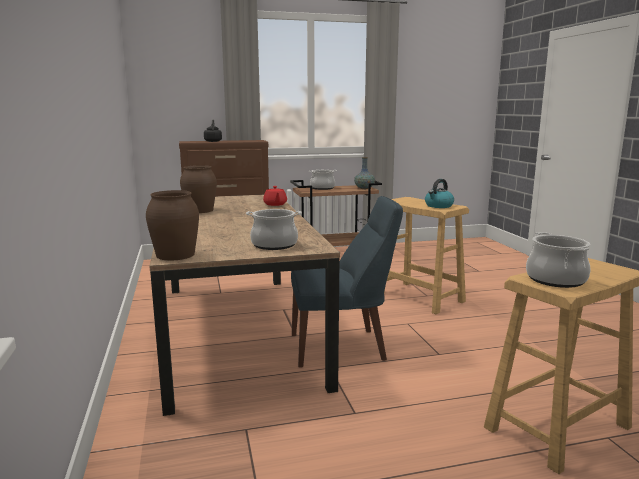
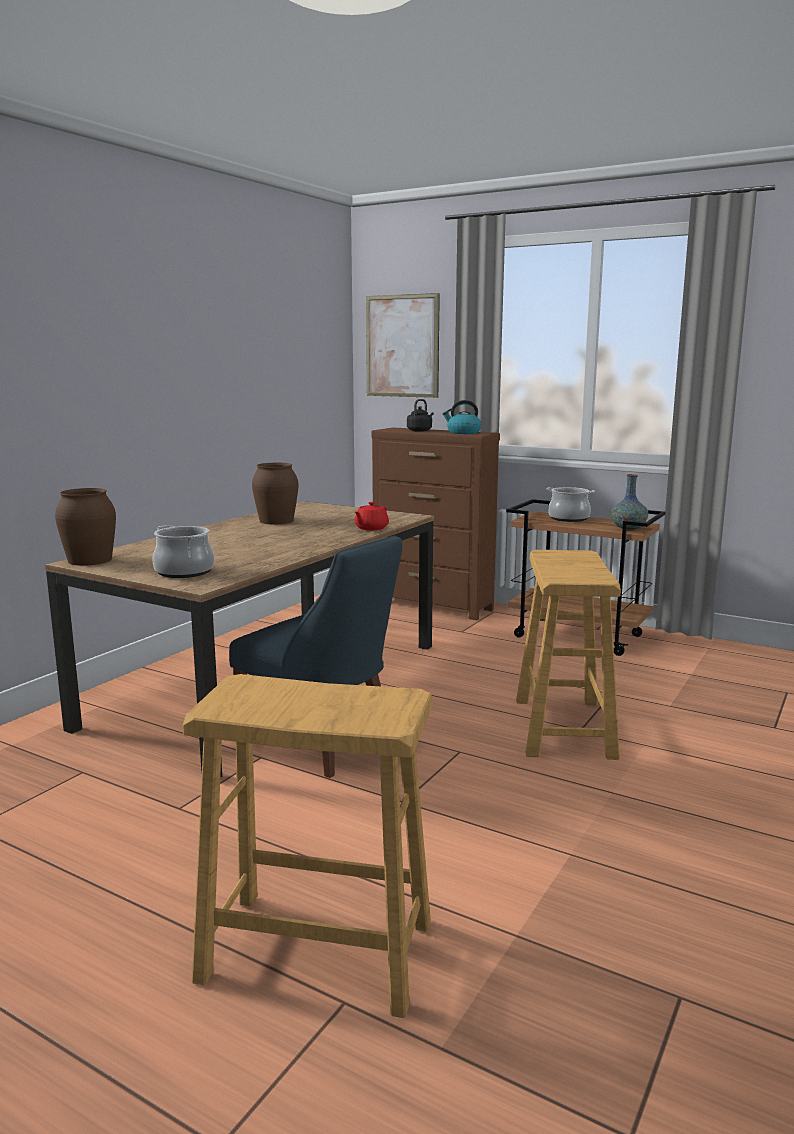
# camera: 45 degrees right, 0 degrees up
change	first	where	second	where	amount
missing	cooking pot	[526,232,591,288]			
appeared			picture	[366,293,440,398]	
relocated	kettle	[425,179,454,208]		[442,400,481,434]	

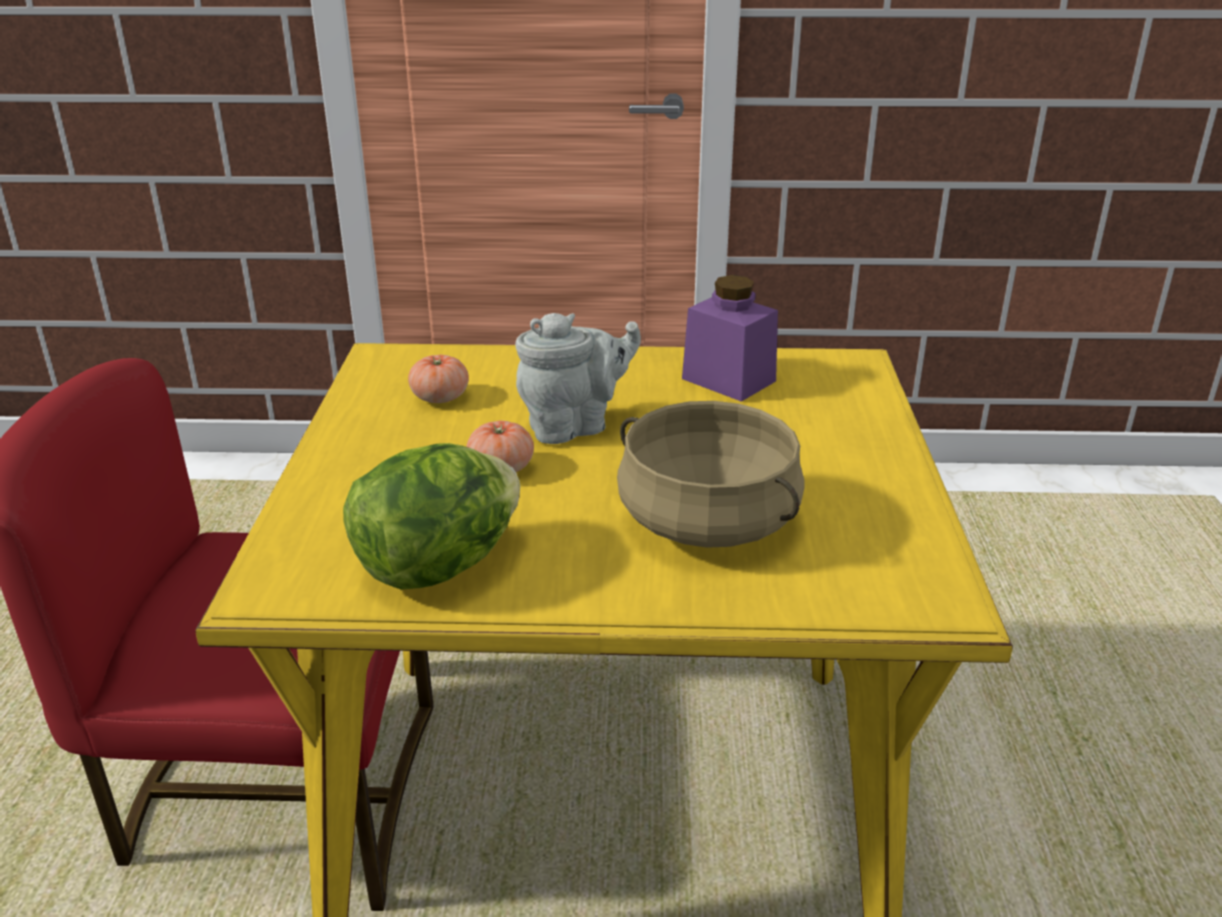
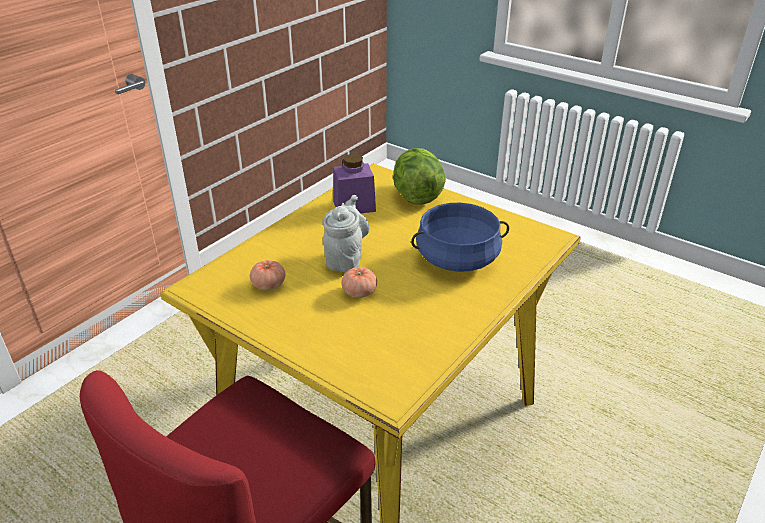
# camera: 55 degrees left, 5 degrees up
change	first	where	second	where	amount
relocated	lettuce	[343,443,520,590]		[393,148,446,205]	
colour	beige cooking pot	[617,401,805,548]	blue cooking pot	[411,203,509,272]	

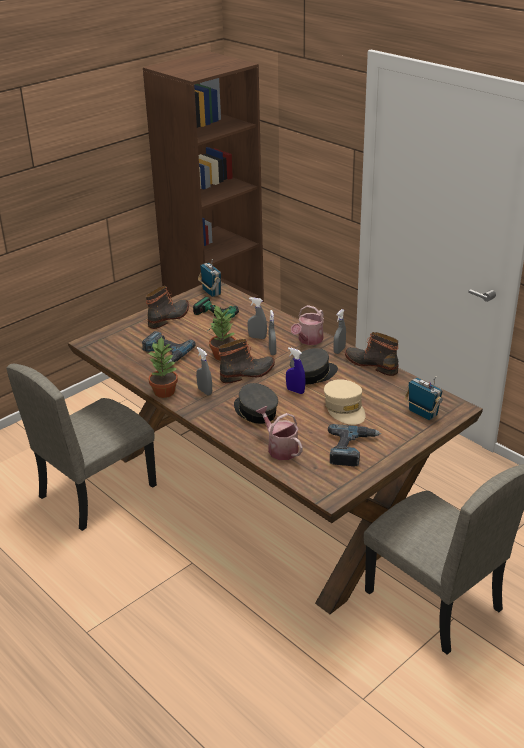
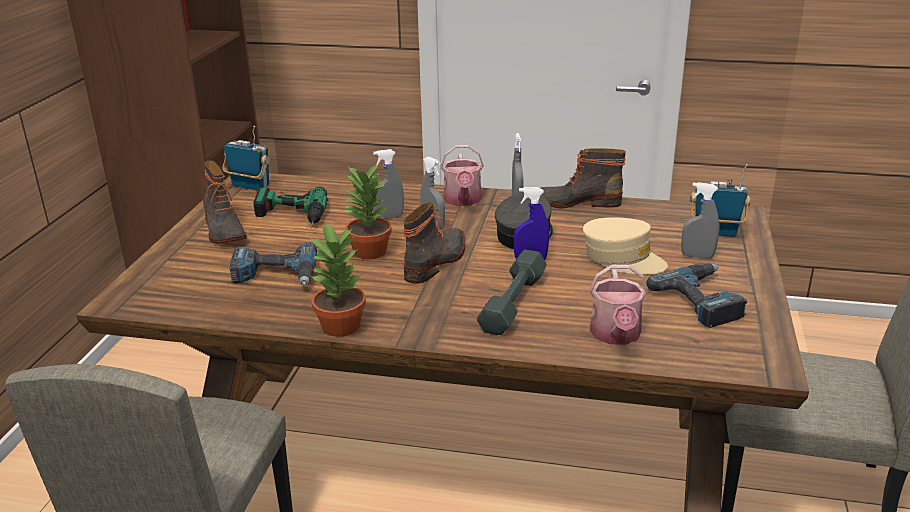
# camera: 35 degrees left, 5 degrees down
change	first	where	second	where	amount
relocated	grey spray bottle	[196,347,212,395]		[681,182,720,259]	
exchanged	grey cap	[234,383,278,424]	grey dumbbell	[476,250,547,335]	
spun	boot	[146,286,189,329]		[203,160,247,244]	150 degrees clockwise
spun	watering can	[256,406,303,460]		[589,265,648,345]	105 degrees counterclockwise

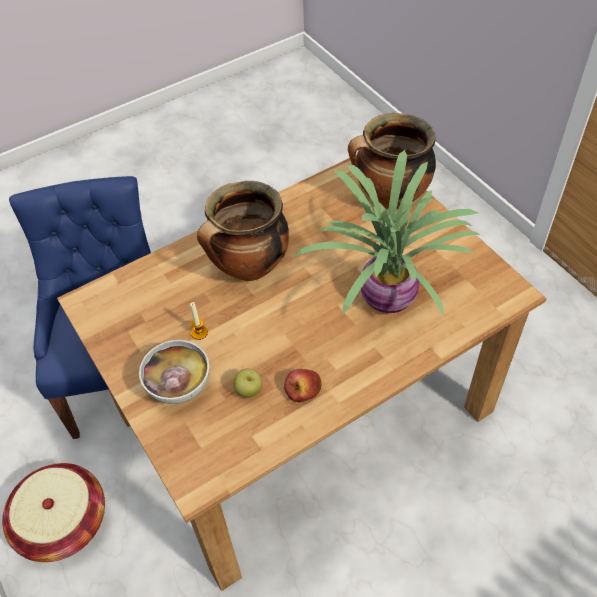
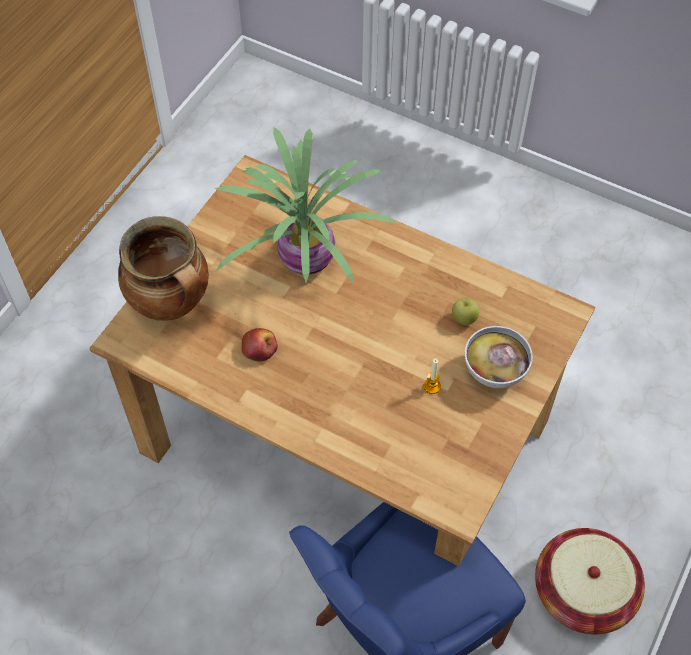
# camera: 120 degrees left, 5 degrees up
change	first	where	second	where	amount
missing	cooking pot	[197,181,289,281]			
relocated	apple	[284,369,321,402]		[241,328,278,361]	

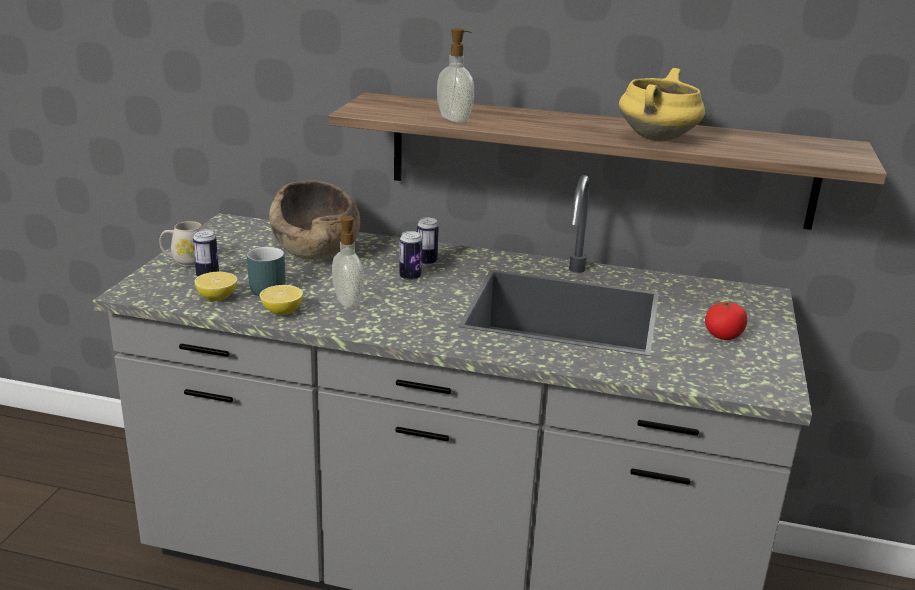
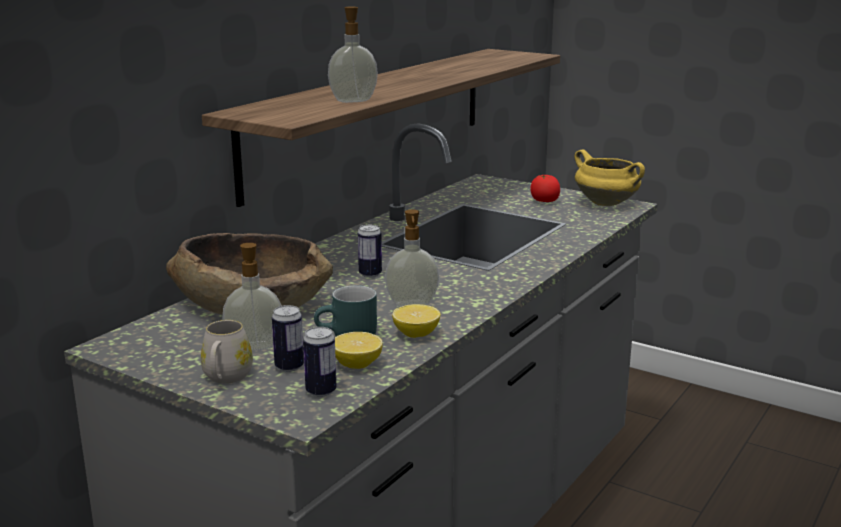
# camera: 70 degrees left, 5 degrees down
change	first	where	second	where	amount
appeared			soap dispenser	[222,243,282,350]	
relocated	can	[417,218,439,265]		[303,327,337,397]	
relocated	yellow cooking pot	[619,68,705,142]		[575,149,645,206]	

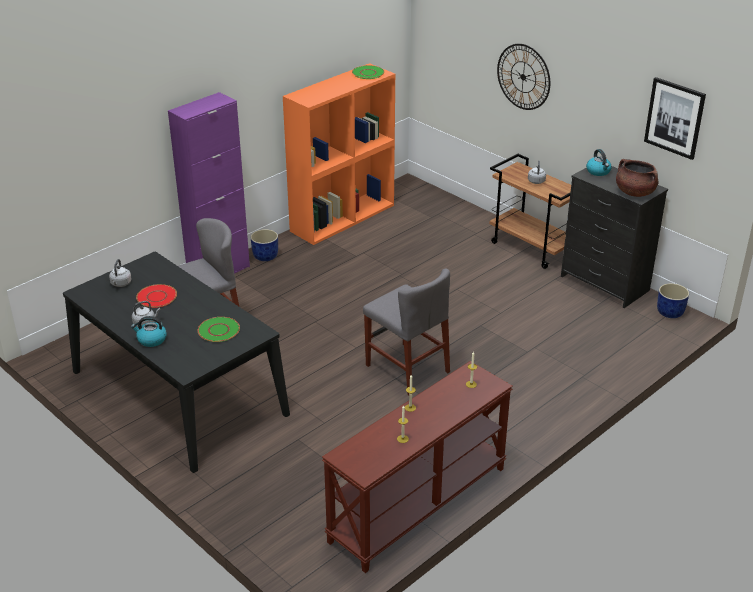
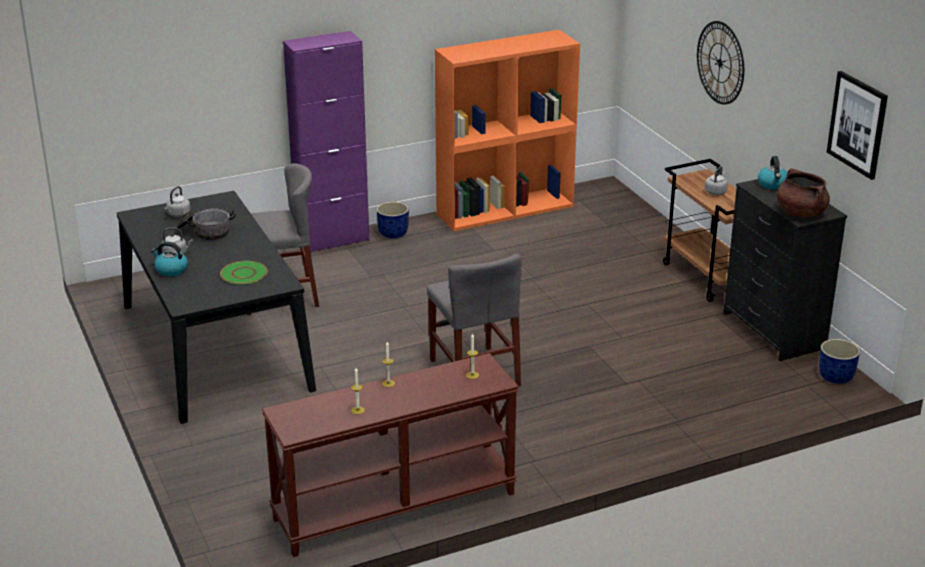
# camera: 20 degrees right, 5 degrees down
change	first	where	second	where	amount
missing	green plate	[352,65,385,79]			
exchanged	red plate	[136,284,177,308]	cooking pot	[175,208,236,240]	

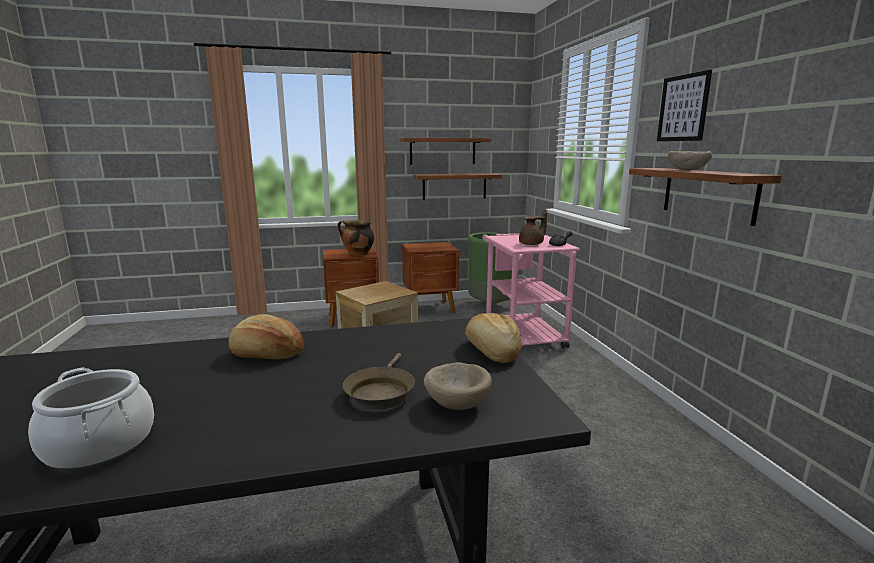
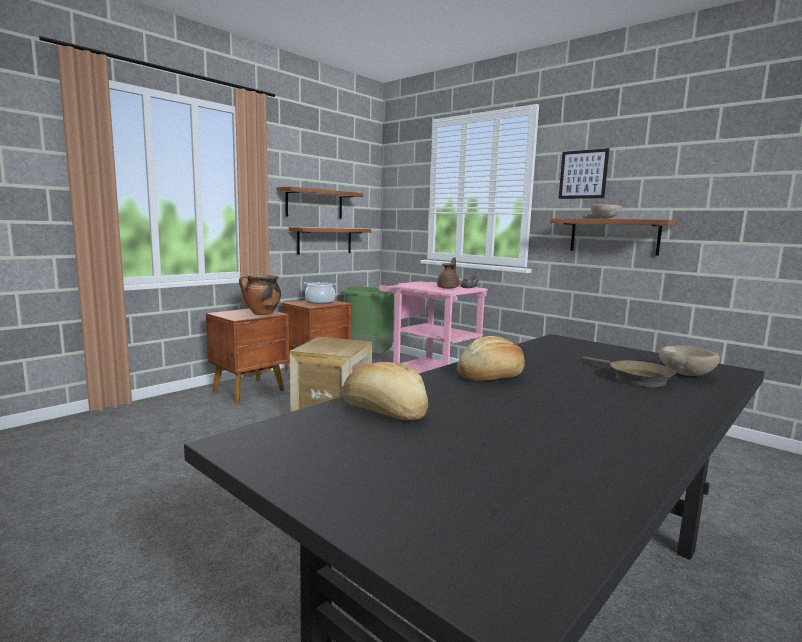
# camera: 35 degrees left, 5 degrees down
change	first	where	second	where	amount
relocated	cooking pot	[28,367,154,470]		[304,282,336,304]	
relocated	bread	[465,313,522,363]		[342,362,428,420]	

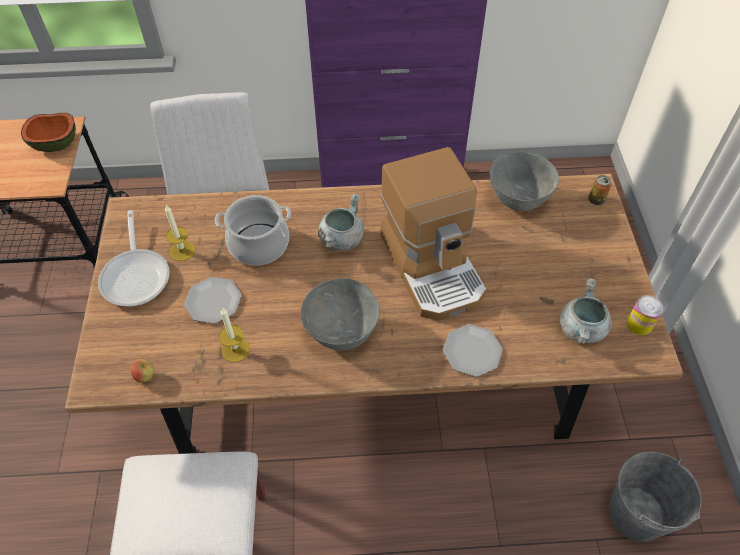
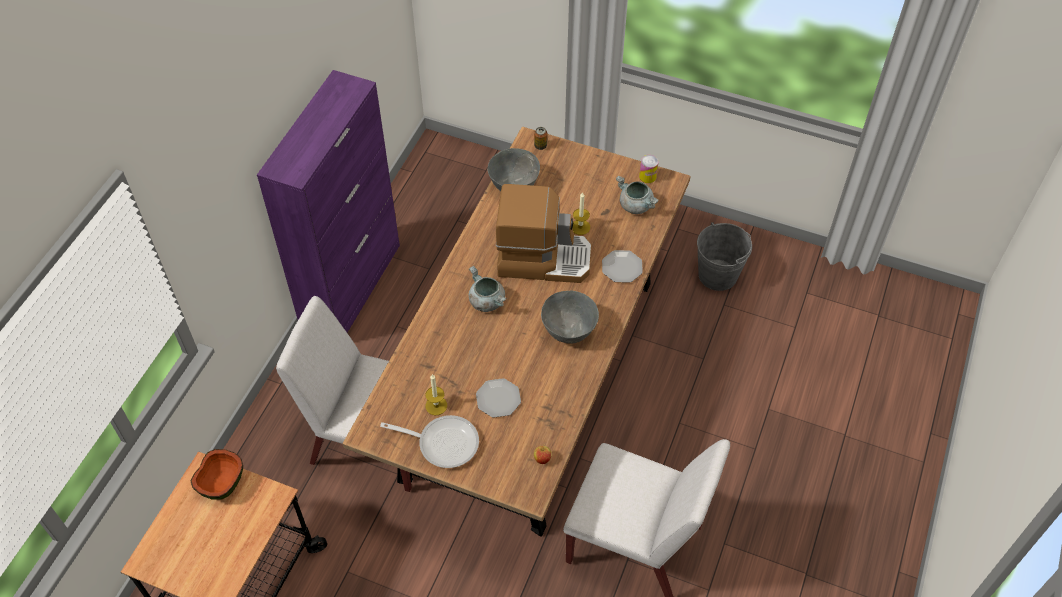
# camera: 65 degrees left, 0 degrees up
change	first	where	second	where	amount
missing	cooking pot	[215,195,291,266]			
relocated	candle	[219,307,250,362]		[572,192,590,235]	

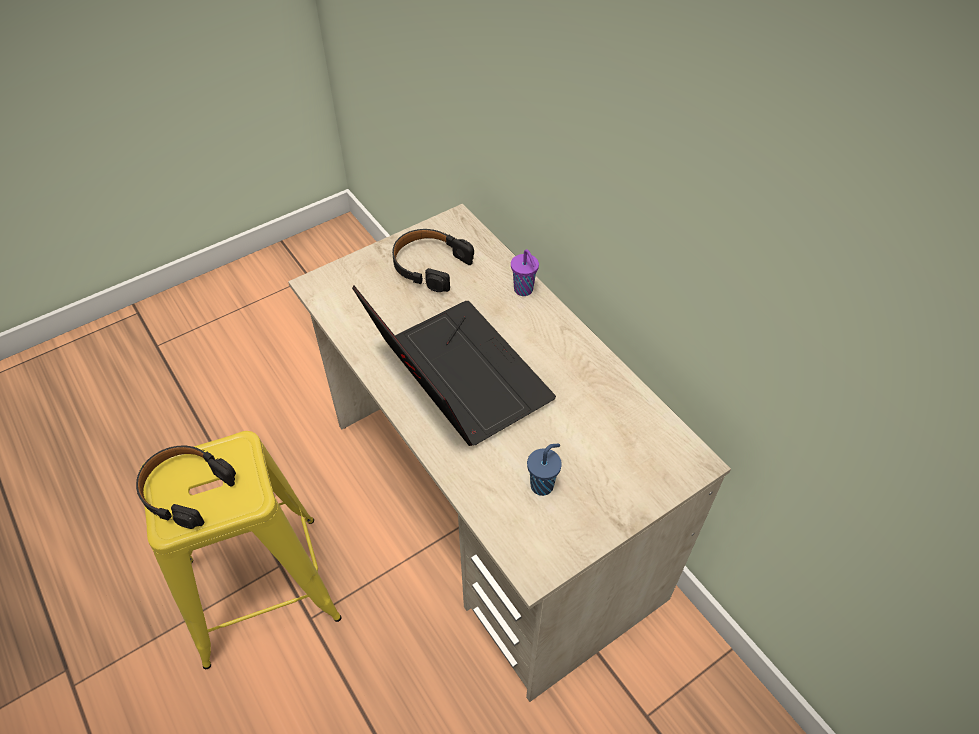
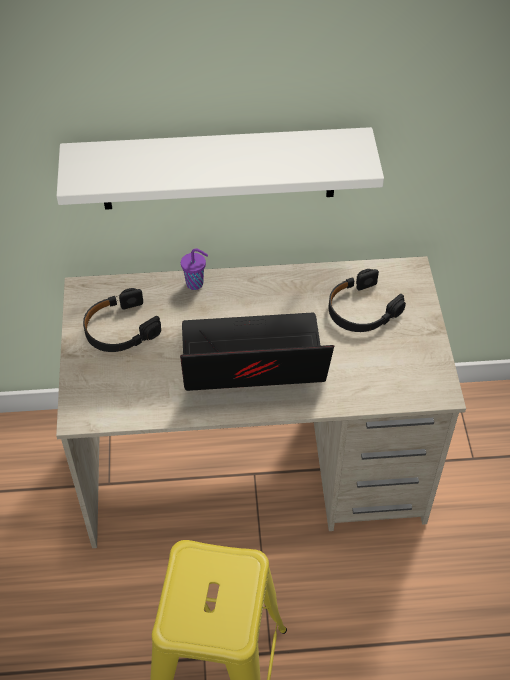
# camera: 60 degrees left, 0 degrees up
change	first	where	second	where	amount
missing	blue cup	[527,444,562,496]			
appeared			white shelf	[57,127,384,210]	
relocated	black headphones	[136,446,236,529]		[329,269,406,332]	

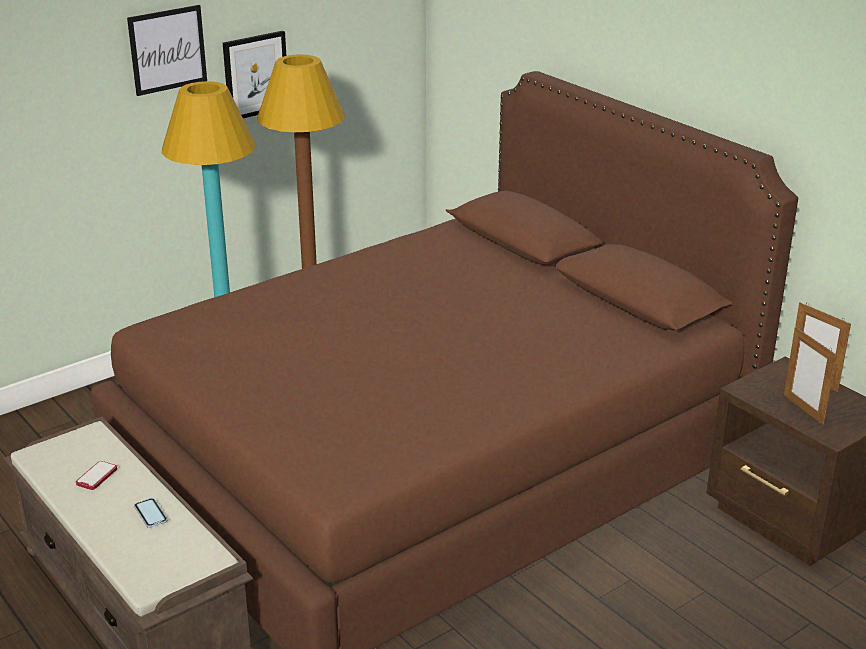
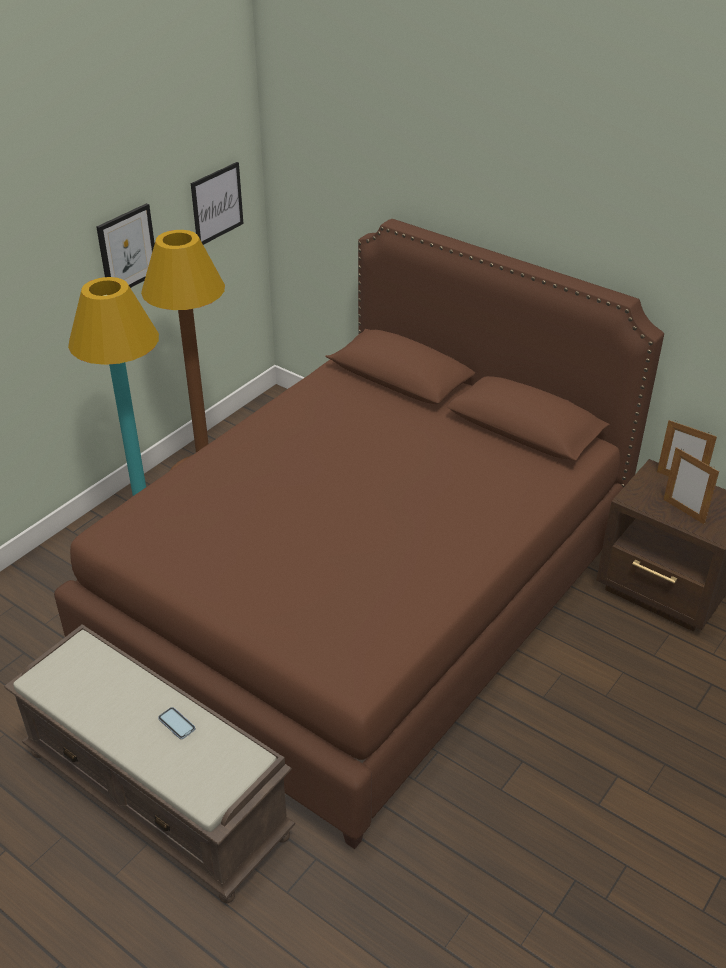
# camera: 15 degrees left, 10 degrees up
change	first	where	second	where	amount
missing	phone	[76,461,117,490]			
relocated	picture	[127,5,207,96]		[191,162,243,245]	

